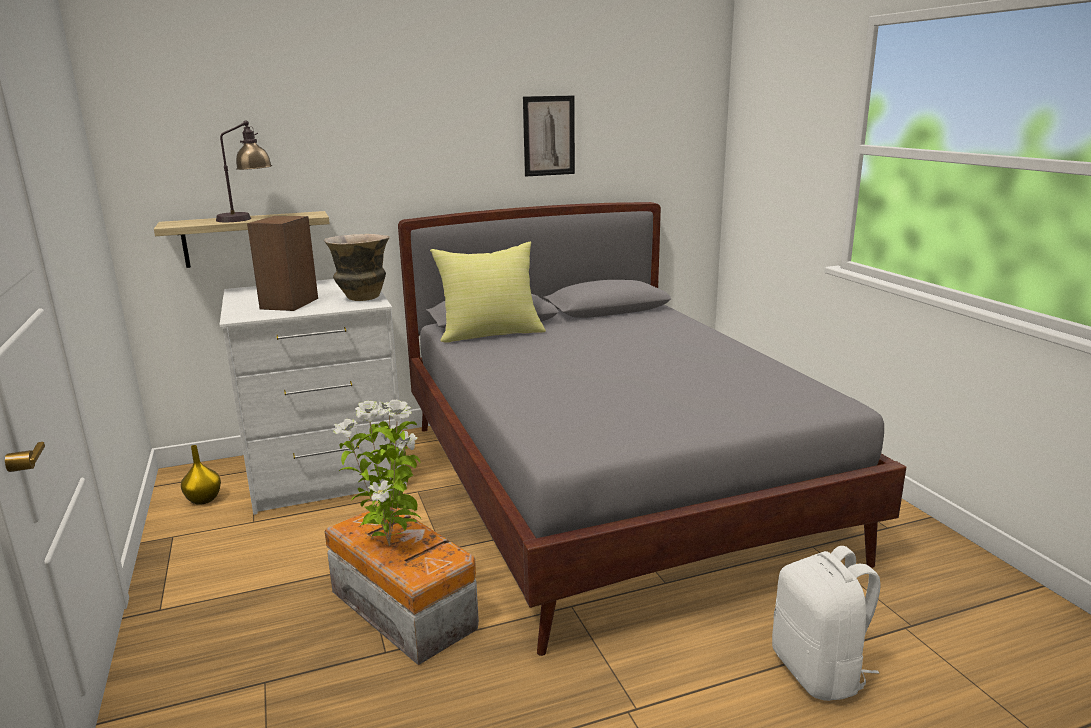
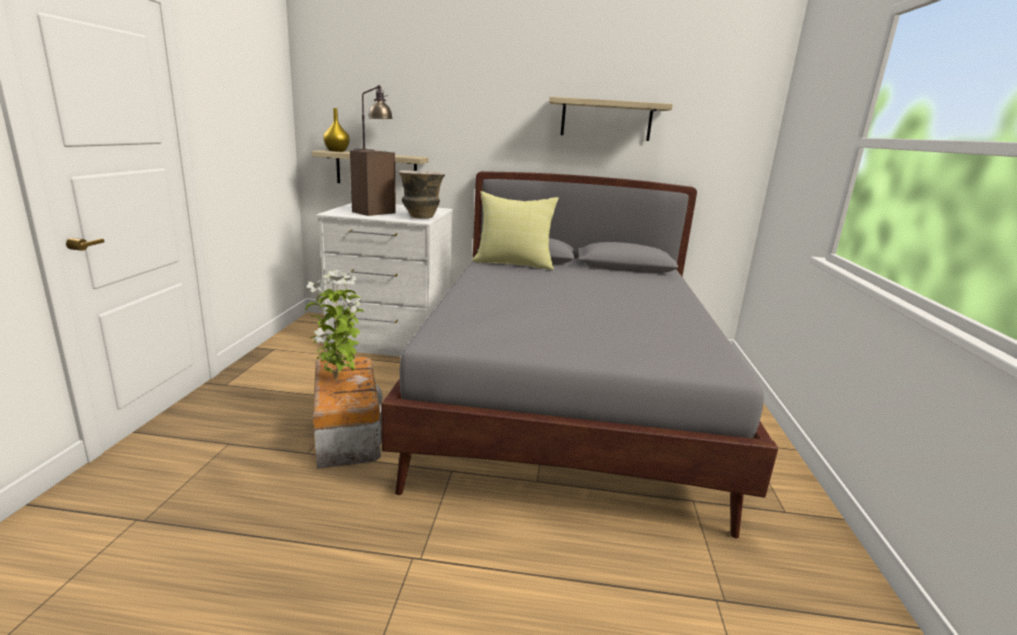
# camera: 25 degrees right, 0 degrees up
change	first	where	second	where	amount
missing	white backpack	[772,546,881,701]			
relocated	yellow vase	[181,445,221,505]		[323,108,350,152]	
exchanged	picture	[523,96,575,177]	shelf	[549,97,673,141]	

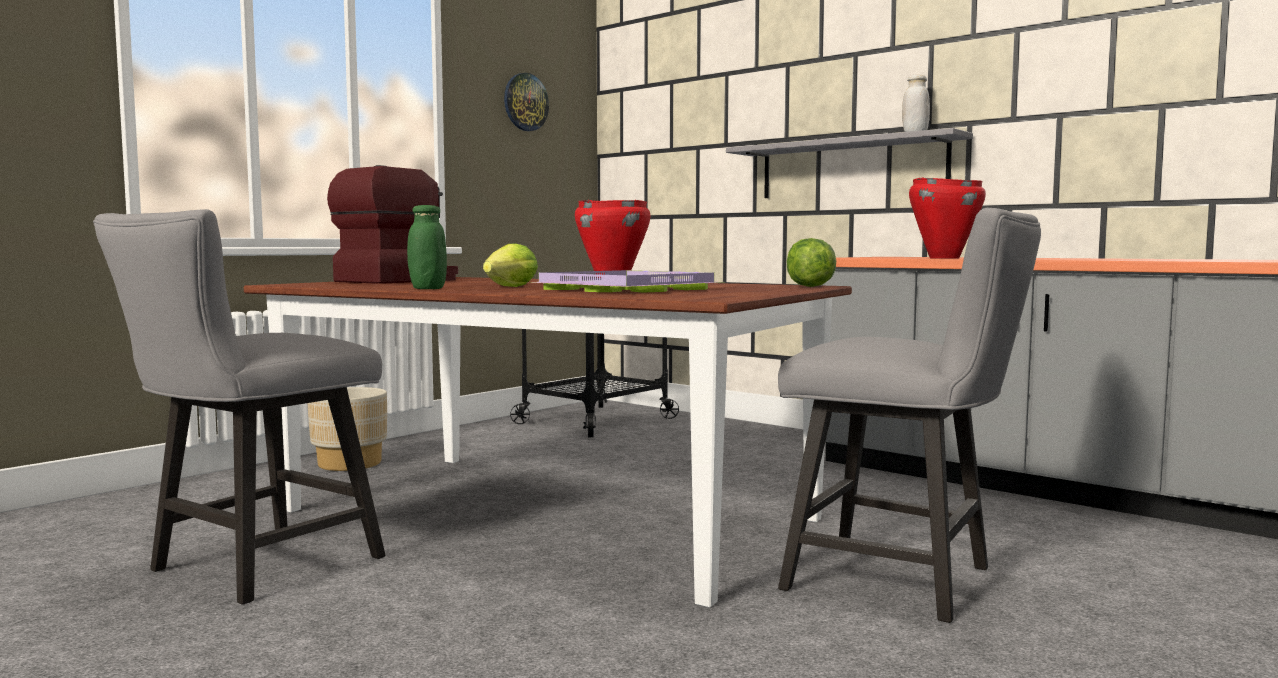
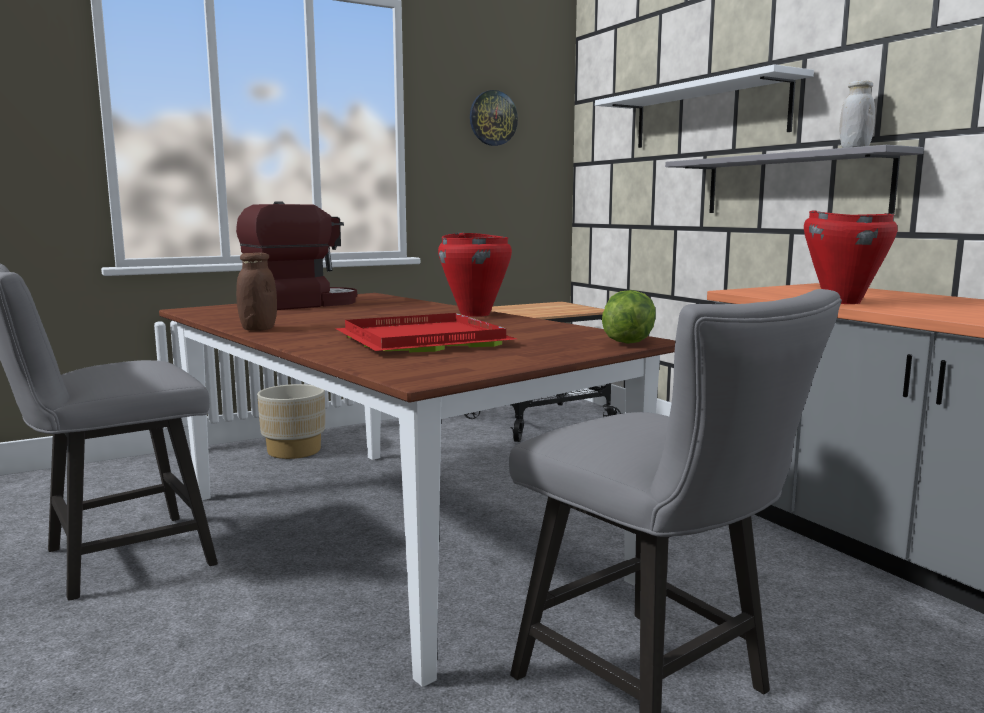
# camera: 20 degrees right, 5 degrees up
change	first	where	second	where	amount
missing	lettuce	[483,244,538,287]			
appeared			white shelf	[595,64,814,148]	
colour	green jar	[407,205,447,289]	brown jar	[236,252,277,331]	
colour	purple tray	[529,270,721,293]	red tray	[335,313,516,352]	

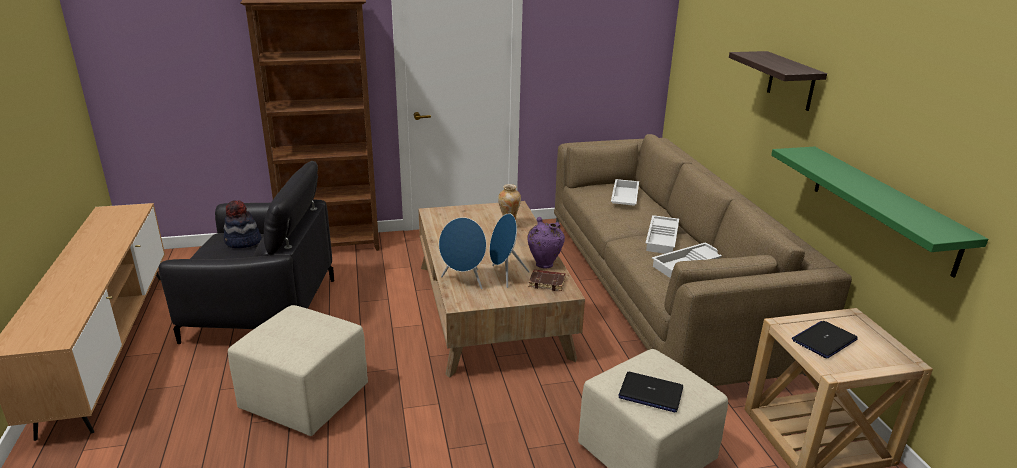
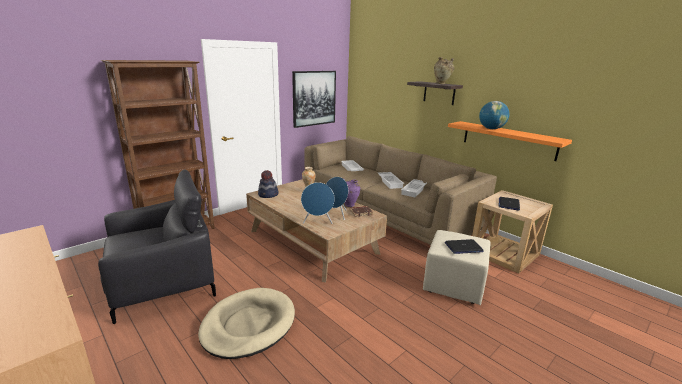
# camera: 30 degrees left, 5 degrees down
change	first	where	second	where	amount
appeared			picture	[292,71,336,128]	
appeared			beige vase	[434,57,454,84]	
appeared			globe	[479,101,510,129]	
relocated	hat	[224,200,262,248]		[258,170,279,198]	
exchanged	beige ottoman	[228,305,368,436]	beige dog bed	[198,288,295,359]	
colour	green shelf	[771,147,988,278]	orange shelf	[448,121,572,161]	

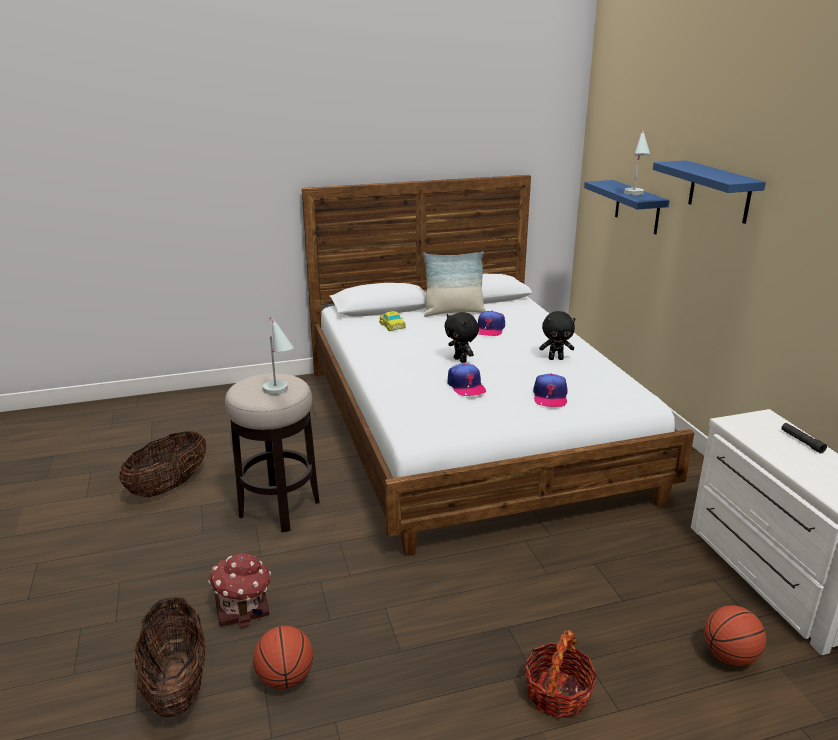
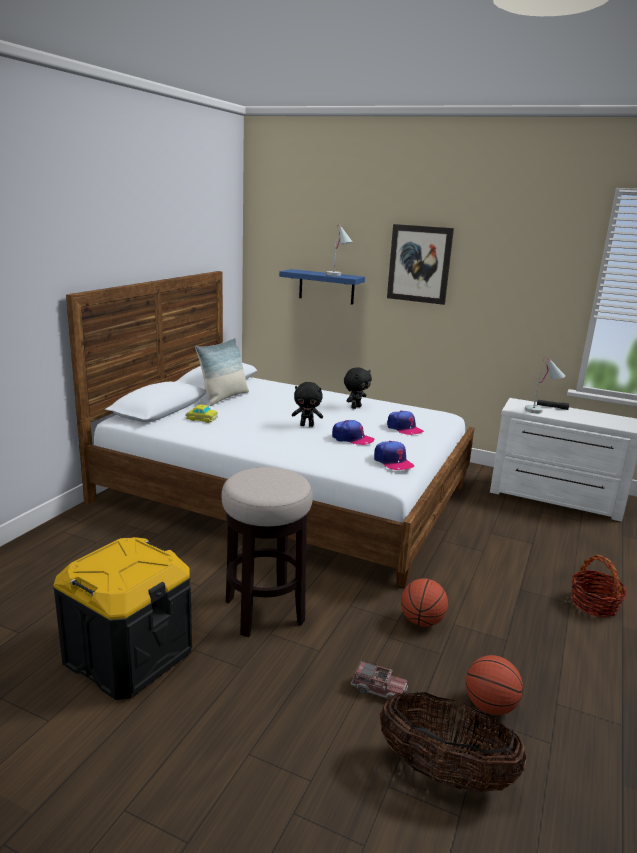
# camera: 50 degrees left, 5 degrees down
change	first	where	second	where	amount
relocated	white table lamp	[263,317,294,395]		[525,357,565,413]	
relocated	cap	[478,311,505,336]		[374,441,414,470]	
relocated	basketball	[704,605,766,666]		[401,578,448,627]	
exchanged	basket	[119,431,206,497]	black storage box	[53,537,192,700]	
exchanged	toy house	[209,553,271,629]	toy truck	[351,660,408,699]	
exchanged	blue shelf	[653,160,766,224]	picture	[387,224,454,305]	

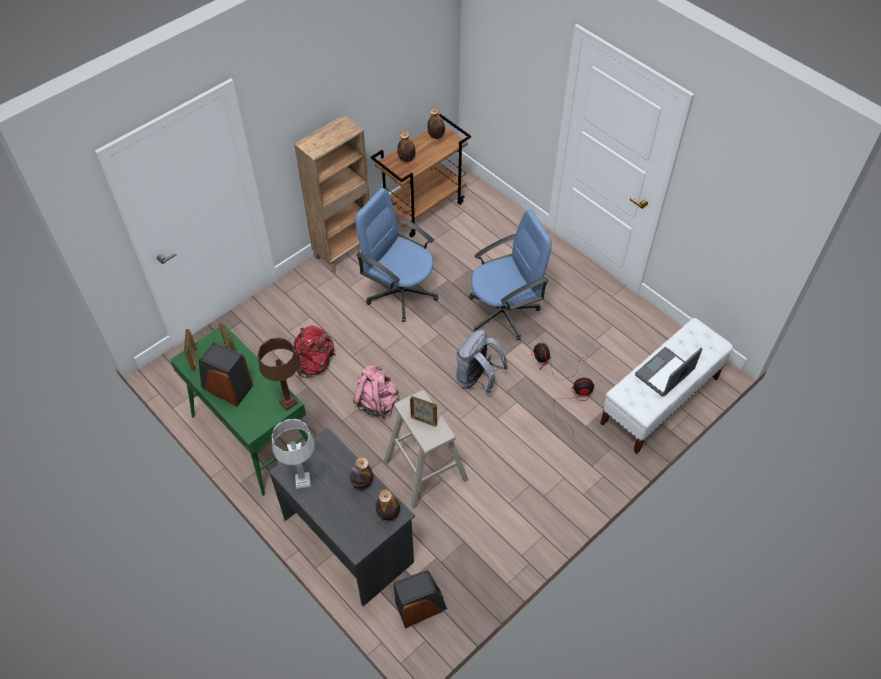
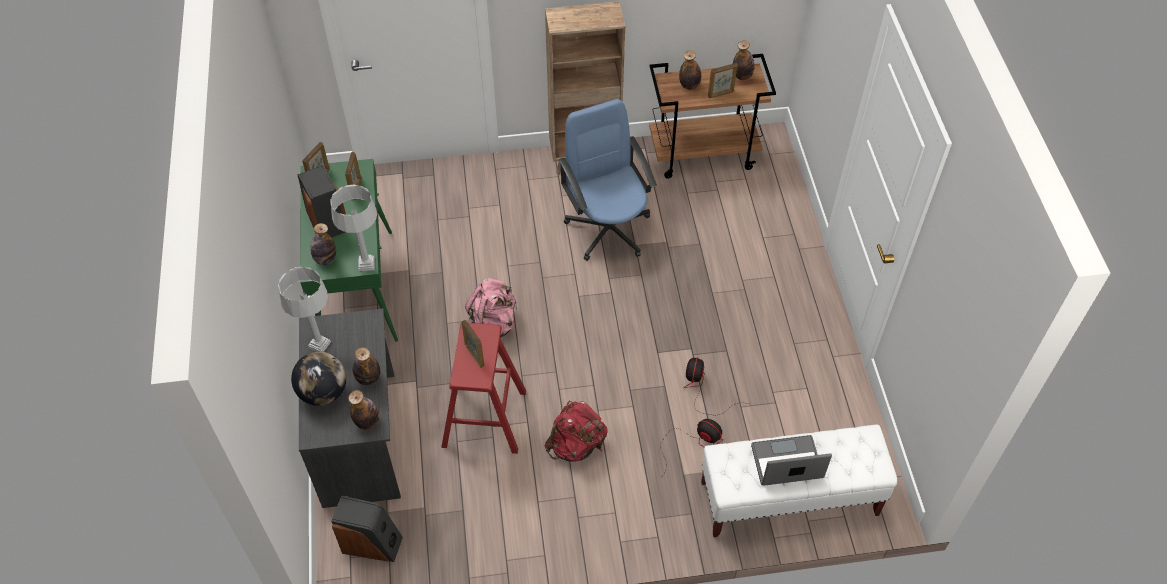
# camera: 35 degrees right, 0 degrees up
change	first	where	second	where	amount
missing	grey backpack	[456,330,508,393]			
missing	blue office chair	[469,209,552,340]			
appeared			globe	[291,352,347,406]	
appeared			bottle	[310,223,336,265]	
appeared			picture frame	[708,63,737,98]	
relocated	red backpack	[294,325,336,378]		[544,401,608,462]	
colour	brown table lamp	[258,338,299,411]	grey table lamp	[330,185,377,271]	
colour	beige stool	[384,390,469,509]	red stool	[441,323,526,454]	

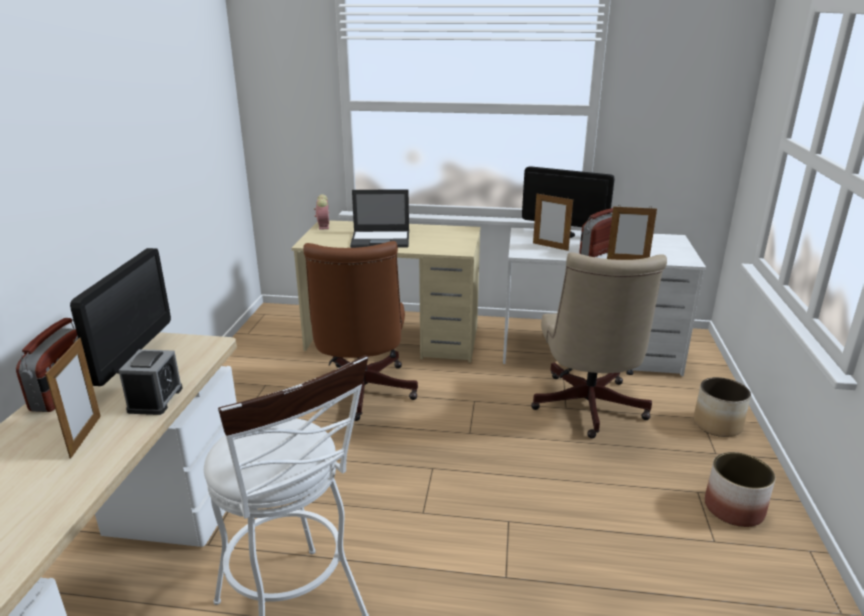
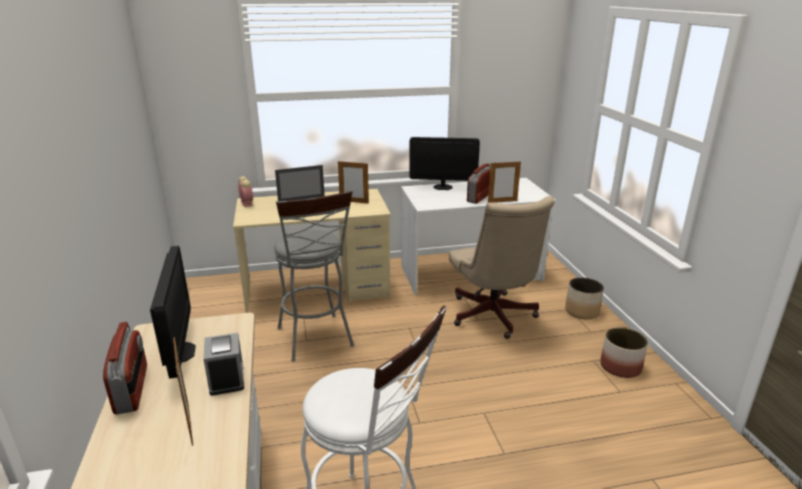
# camera: 20 degrees left, 0 degrees up
change	first	where	second	where	amount
relocated	picture frame	[533,194,573,251]		[338,161,369,204]	
exchanged	brown office chair	[303,241,418,421]	grey stool	[274,191,354,362]	

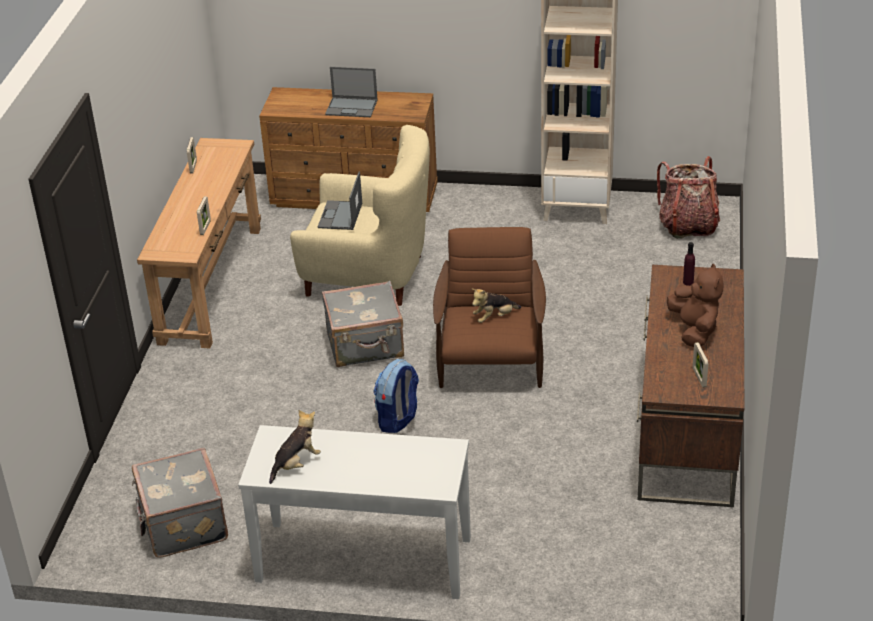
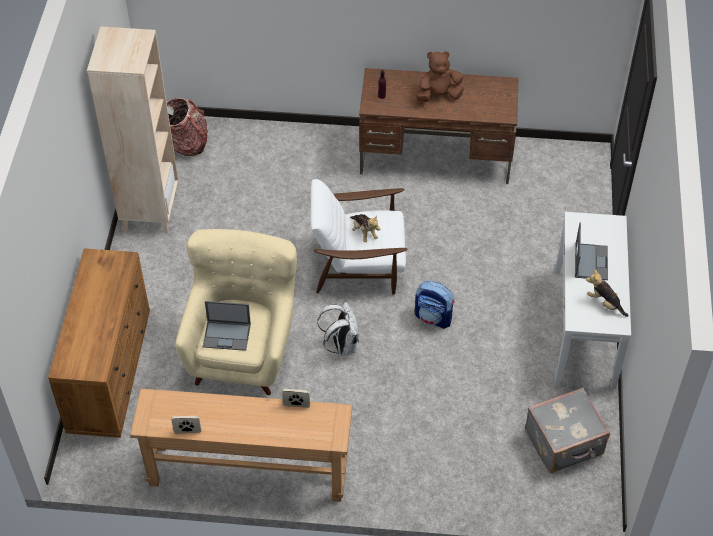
# camera: 95 degrees left, 15 degrees up
change	first	where	second	where	amount
missing	picture frame	[693,342,708,388]			
relocated	laptop	[325,67,378,117]		[575,223,608,280]	
exchanged	grey suitcase	[322,281,404,367]	white backpack	[317,302,360,356]	
colour	brown armchair	[433,227,546,388]	white armchair	[310,179,407,295]	

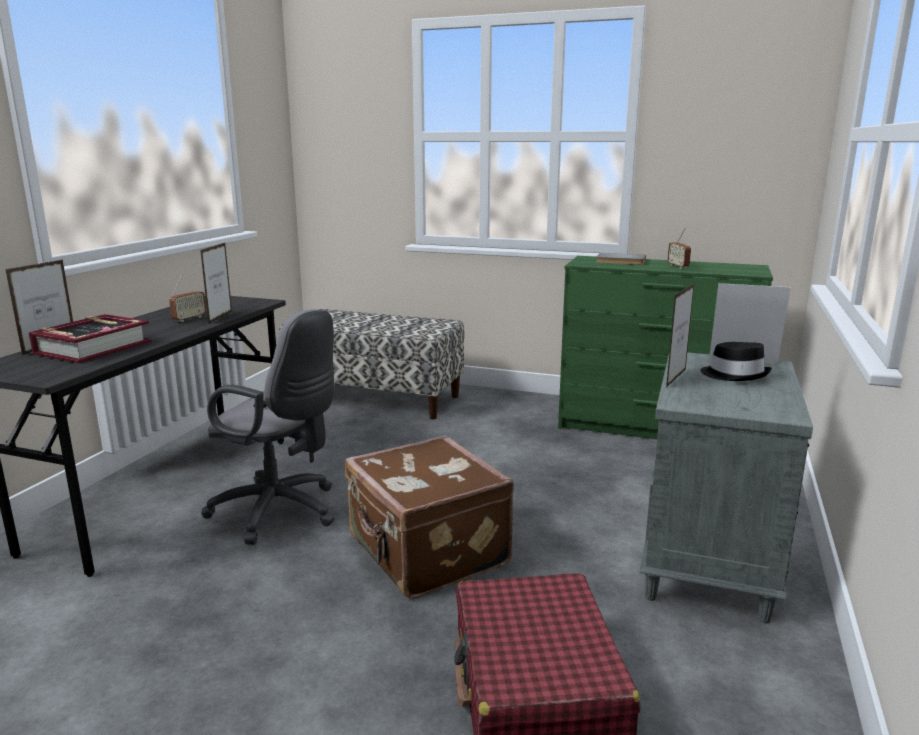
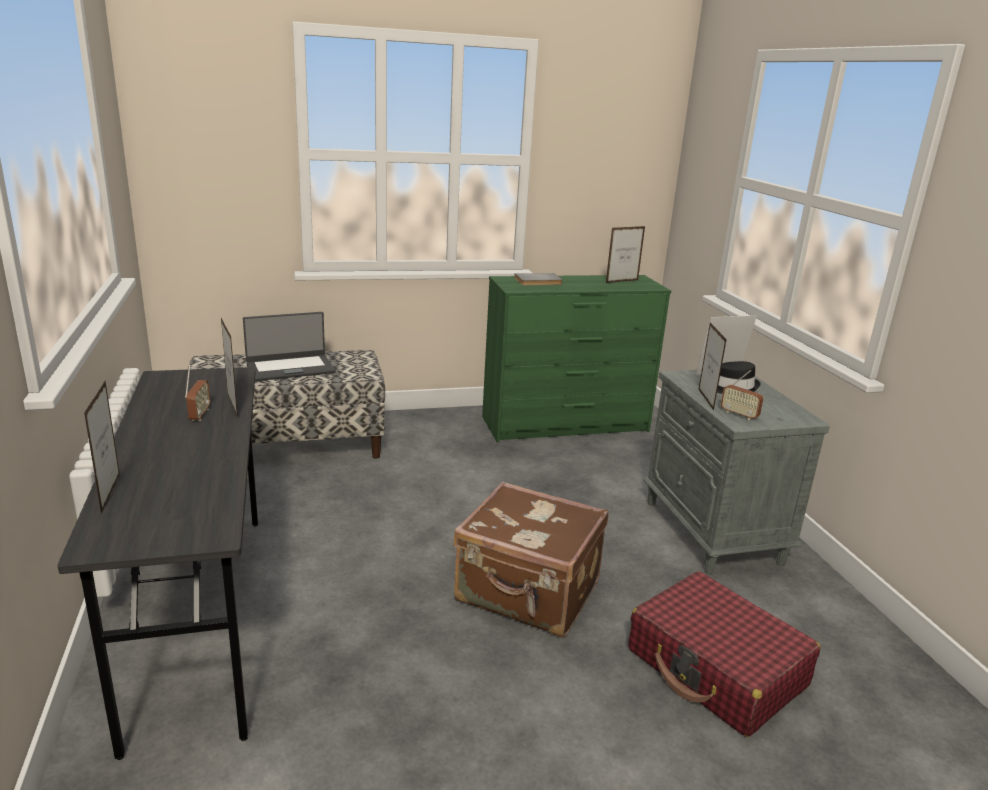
# camera: 35 degrees left, 5 degrees up
change	first	where	second	where	amount
missing	book	[29,314,152,363]			
missing	grey office chair	[201,309,335,545]			
appeared			laptop	[243,312,335,381]	
appeared			picture frame	[606,226,645,283]	
relocated	radio	[667,227,691,269]		[721,370,764,420]	

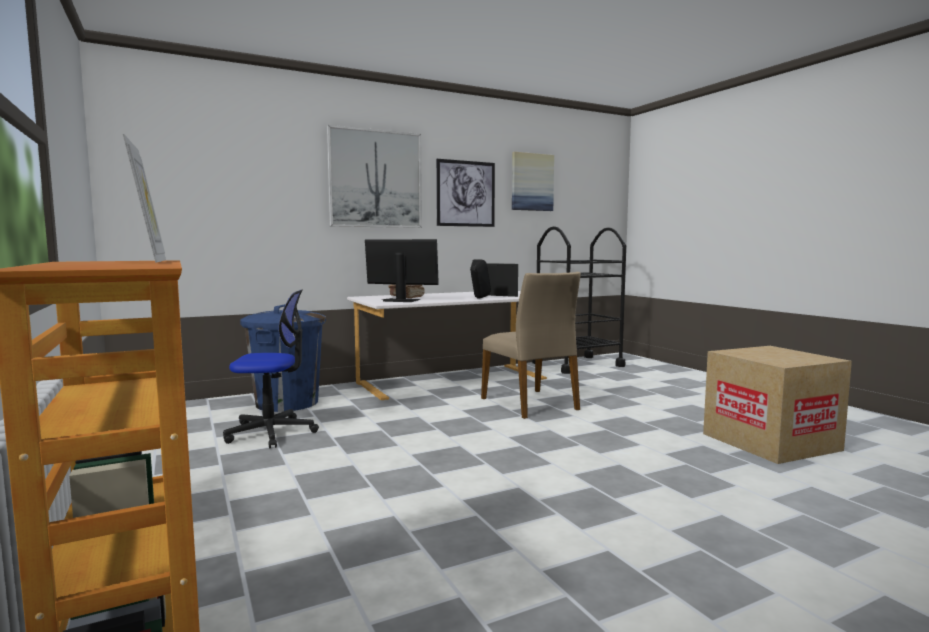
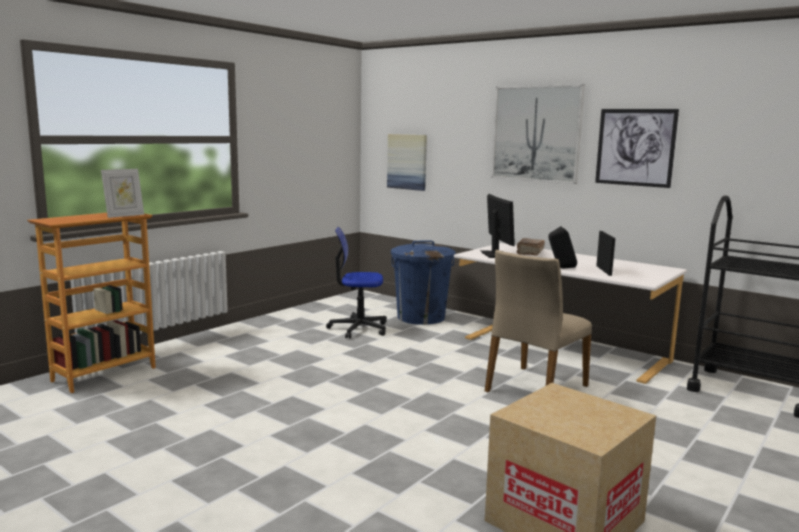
# camera: 65 degrees right, 5 degrees up
change	first	where	second	where	amount
relocated	picture	[512,152,554,211]		[387,134,427,191]	
spun	office chair	[223,290,319,448]		[326,227,387,339]	120 degrees clockwise

